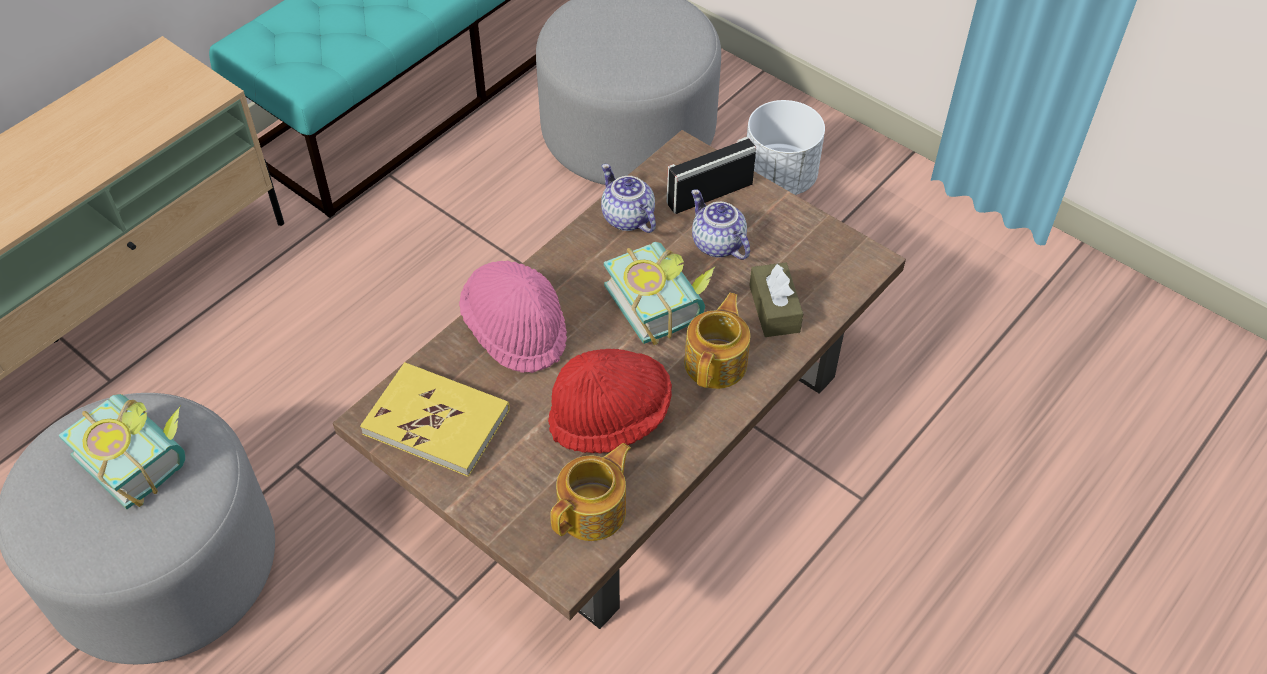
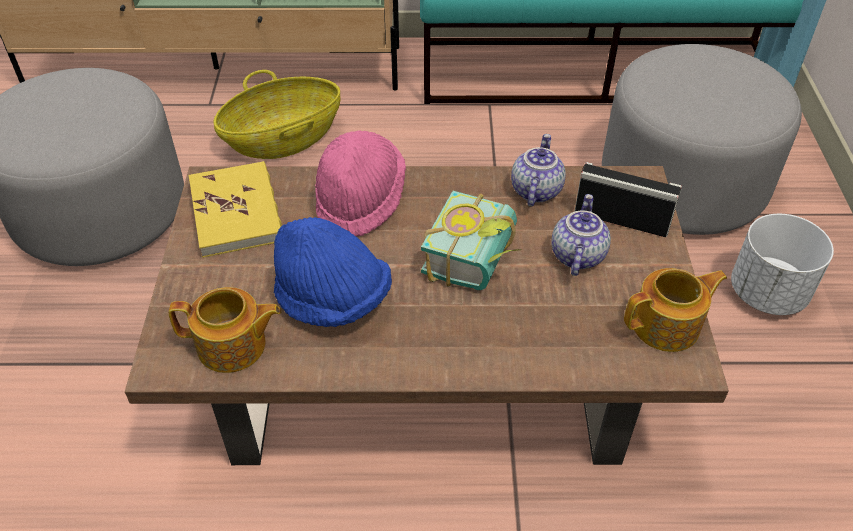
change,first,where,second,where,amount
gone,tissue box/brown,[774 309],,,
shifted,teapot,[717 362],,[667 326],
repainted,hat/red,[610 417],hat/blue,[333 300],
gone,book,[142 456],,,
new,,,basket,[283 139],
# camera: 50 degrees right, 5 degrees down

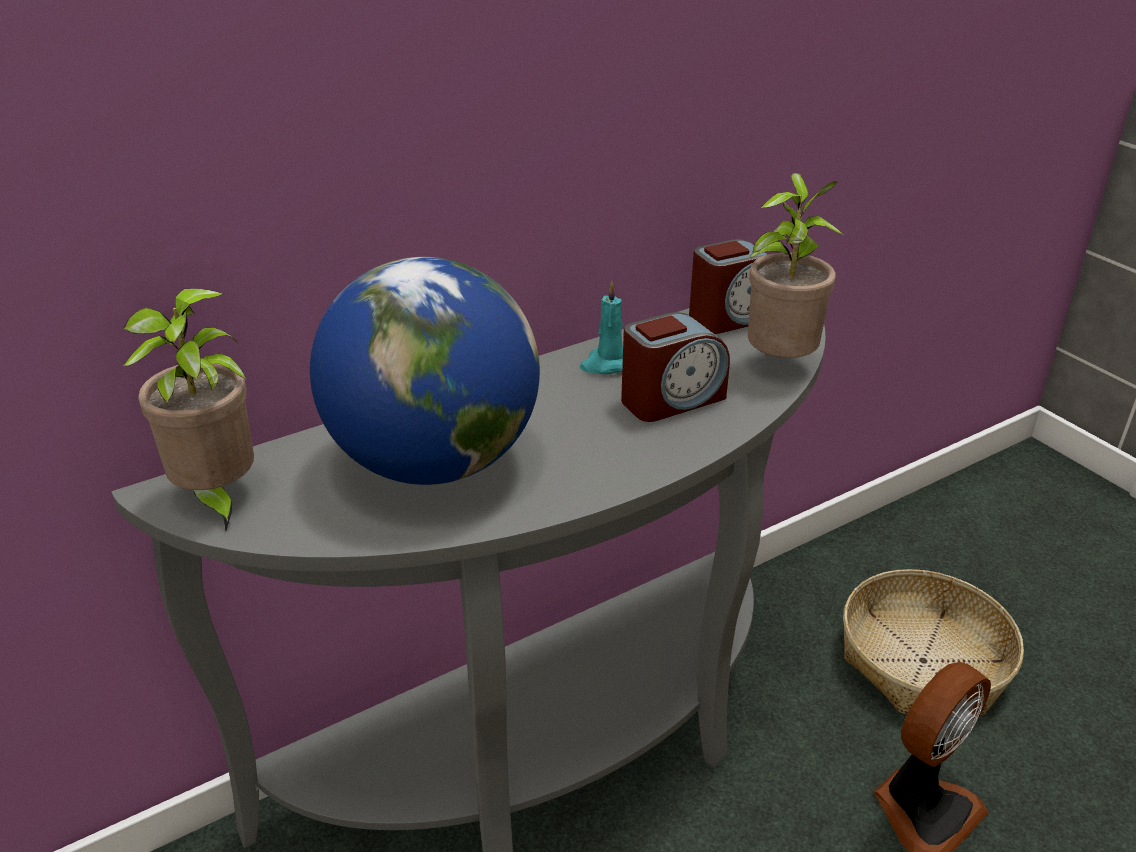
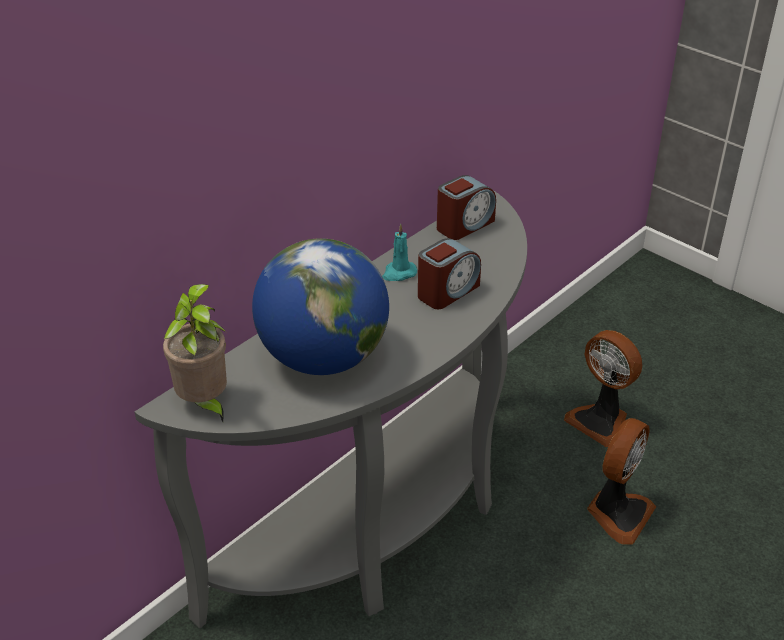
change,first,where,second,where,amount
gone,potted plant,[780 364],,,
swapped,basket,[923 661],fan,[601 421],
# camera: 15 degrees left, 5 degrees up

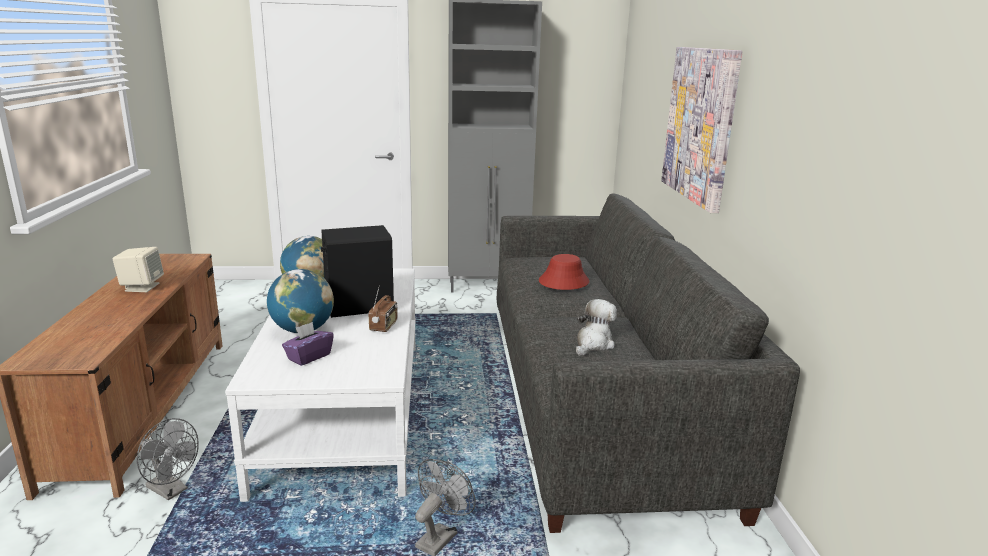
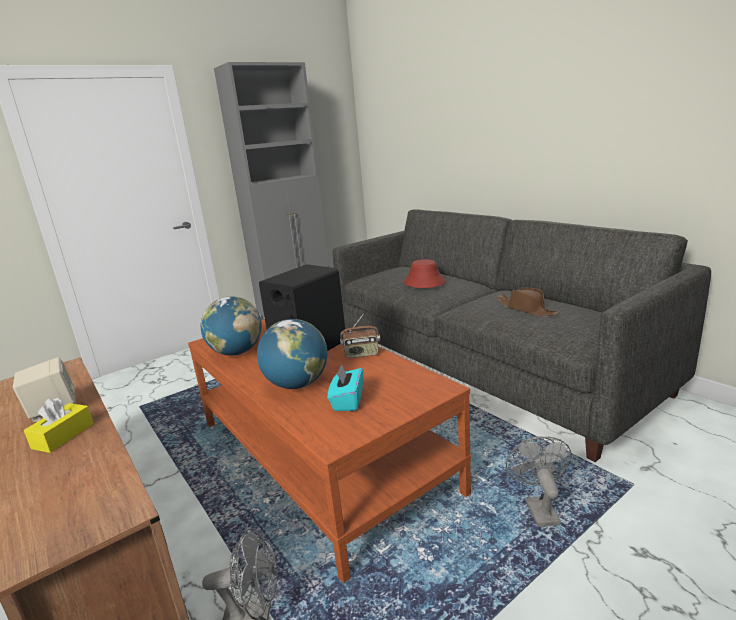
change,first,where,second,where,amount
gone,picture,[700 124],,,
repainted,coffee table/white,[345 411],coffee table/brown,[321 455],
rotated,radio,[384 326],,[361 354],105 degrees clockwise
swapped,plush toy,[593 344],hat/brown,[526 309],
repainted,tissue box/purple,[309 357],tissue box/turquoise,[347 401],
new,,,tissue box/yellow,[63 436],
# camera: 30 degrees left, 0 degrees up

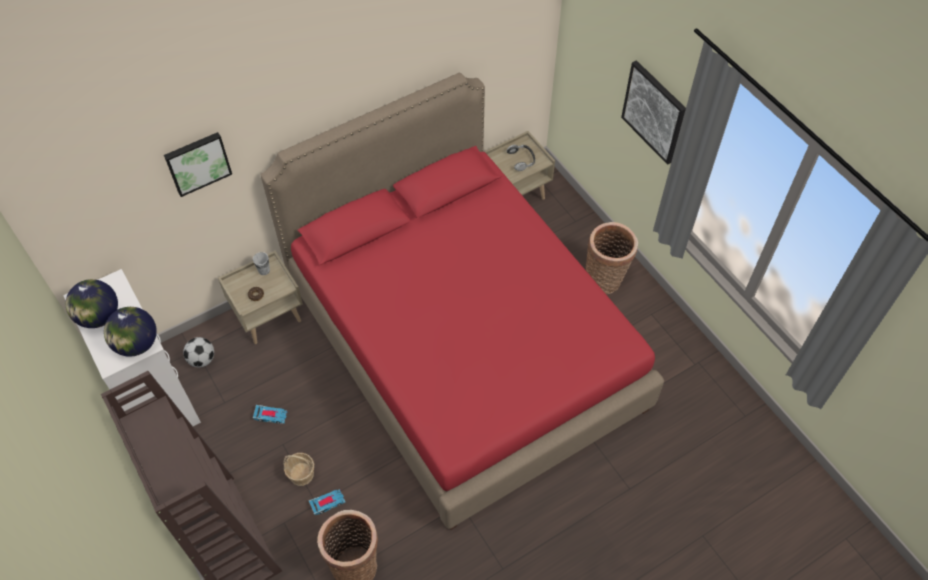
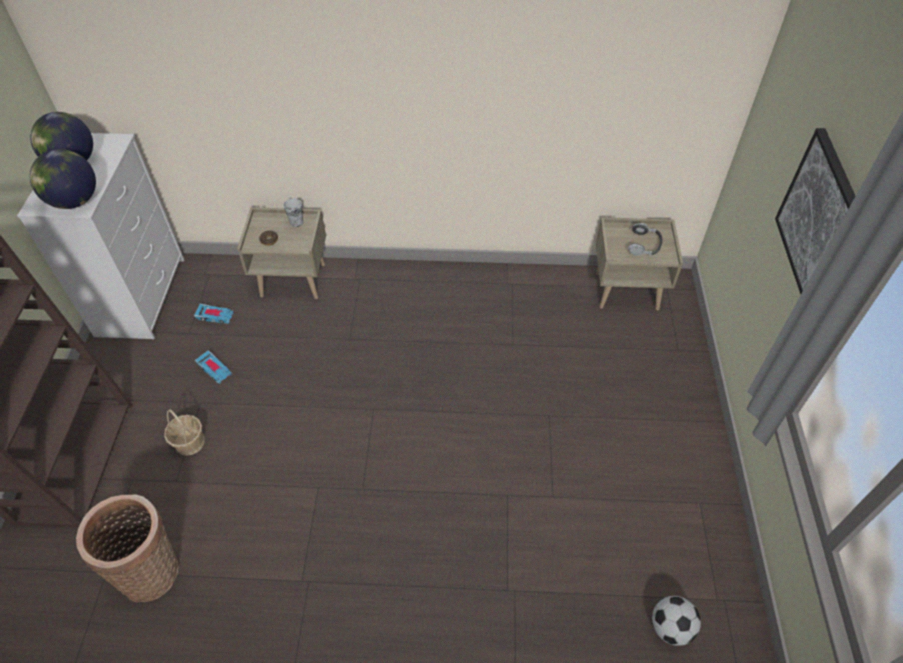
change,first,where,second,where,amount
gone,bed/red,[463 345],,,
gone,picture,[197 162],,,
gone,basket,[605 280],,,
shifted,football,[202 359],,[670 627],
shifted,toy car,[327 502],,[215 316],
# camera: 35 degrees right, 5 degrees down

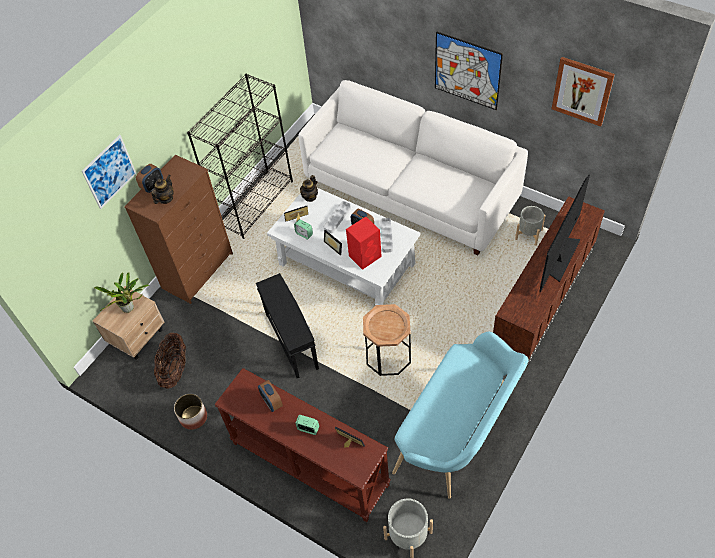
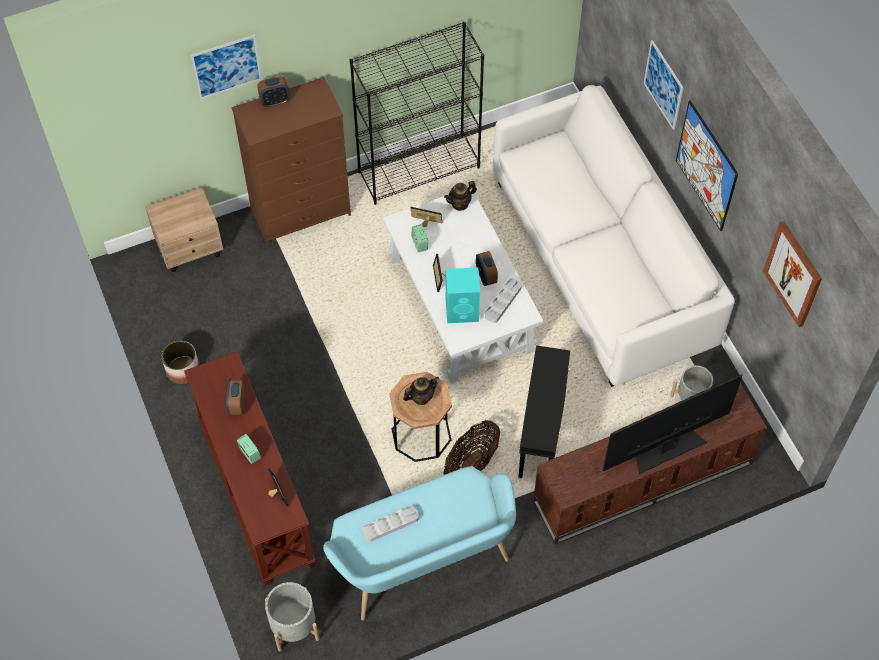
change,first,where,second,where,amount
shifted,teapot,[165 198],,[421 397],
shifted,tray/grey,[337 218],,[390 525],
repainted,speaker/red,[365 256],speaker/turquoise,[463 310],
gone,potted plant,[130 308],,,
shifted,side table/black,[292 340],,[542 432],
shifted,basket,[174 369],,[471 463],
new,,,picture,[663 85],
# camera: 30 degrees right, 5 degrees up

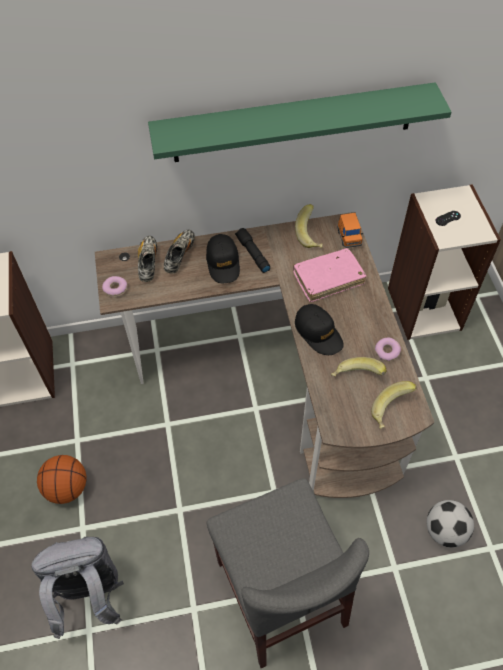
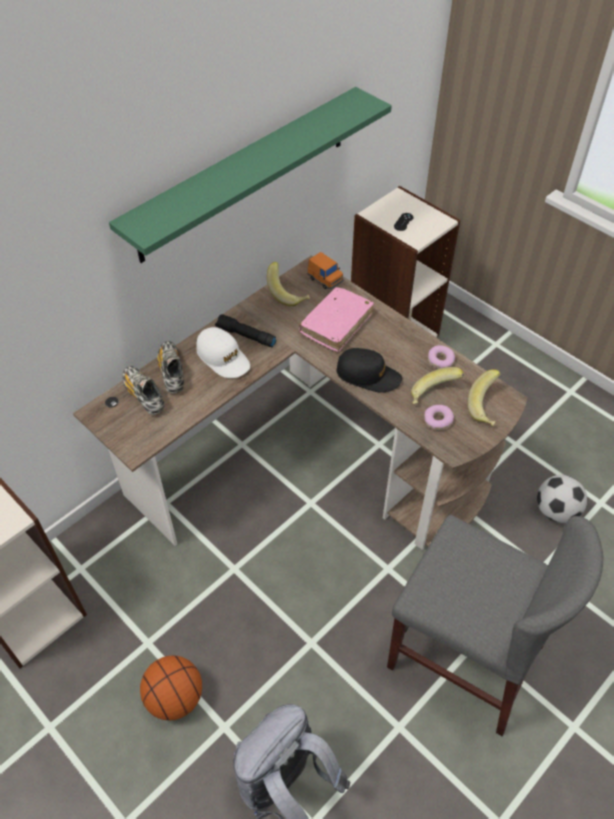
change,first,where,second,where,amount
repainted,cap/black,[223 263],cap/white,[223 358],
shifted,donut,[115 289],,[438 420],
# camera: 35 degrees left, 5 degrees down

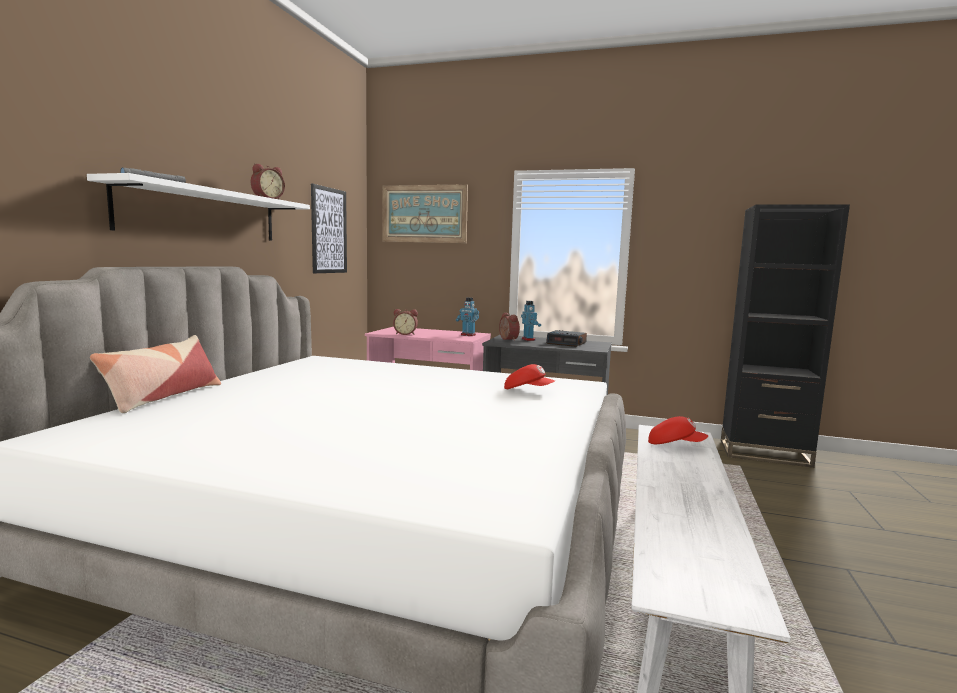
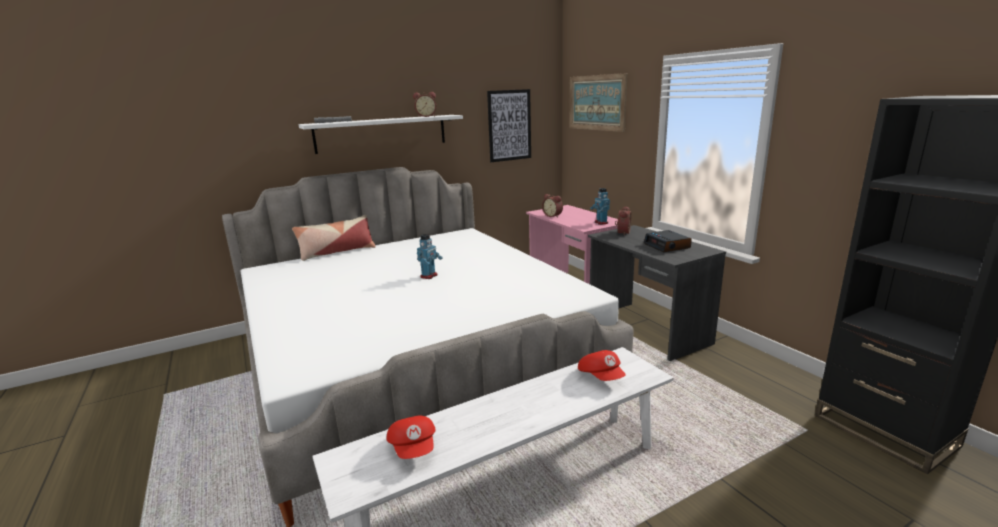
change,first,where,second,where,amount
shifted,toy robot,[528 339],,[429 276],
shifted,cap/red,[528 391],,[414 448],
# camera: 45 degrees right, 10 degrees up

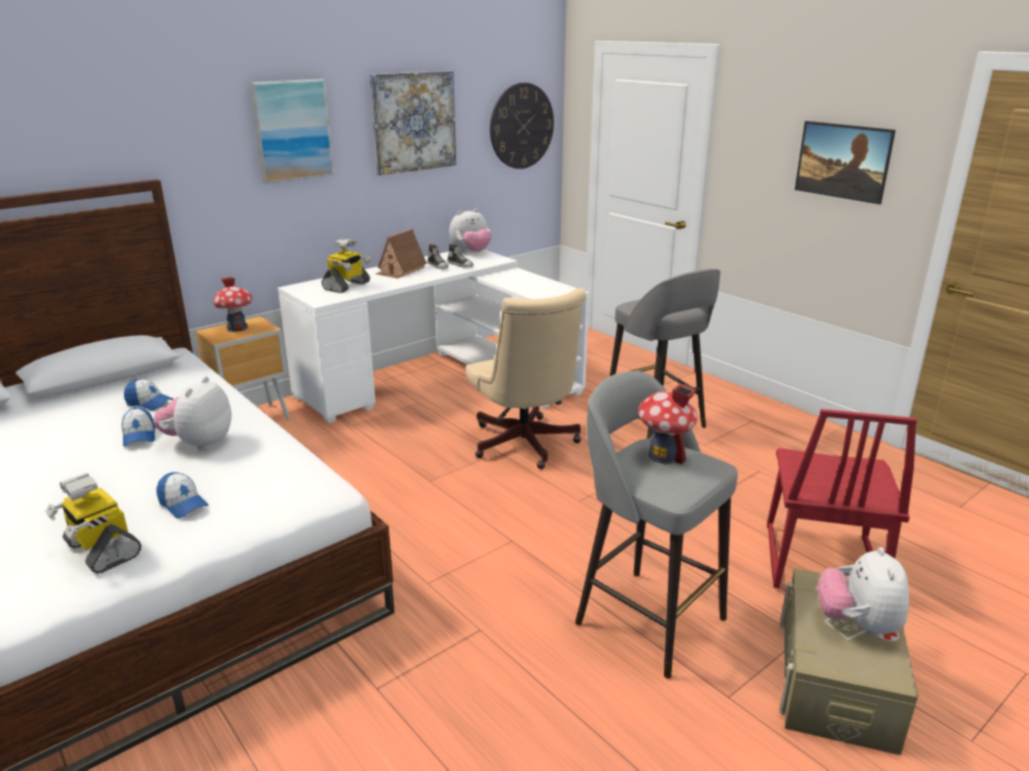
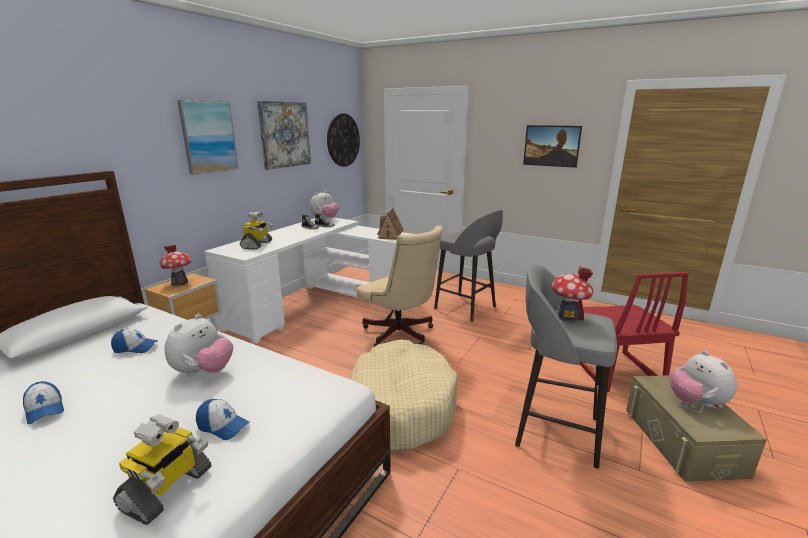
change,first,where,second,where,amount
shifted,toy house,[401 270],,[390 235],
rotated,plush toy,[199 443],,[203 372],150 degrees counterclockwise
shifted,cap,[139 436],,[45 409],
rotated,toy robot,[101 550],,[167 490],90 degrees counterclockwise
new,,,dog bed/beige,[400 405],
# camera: 20 degrees left, 5 degrees down

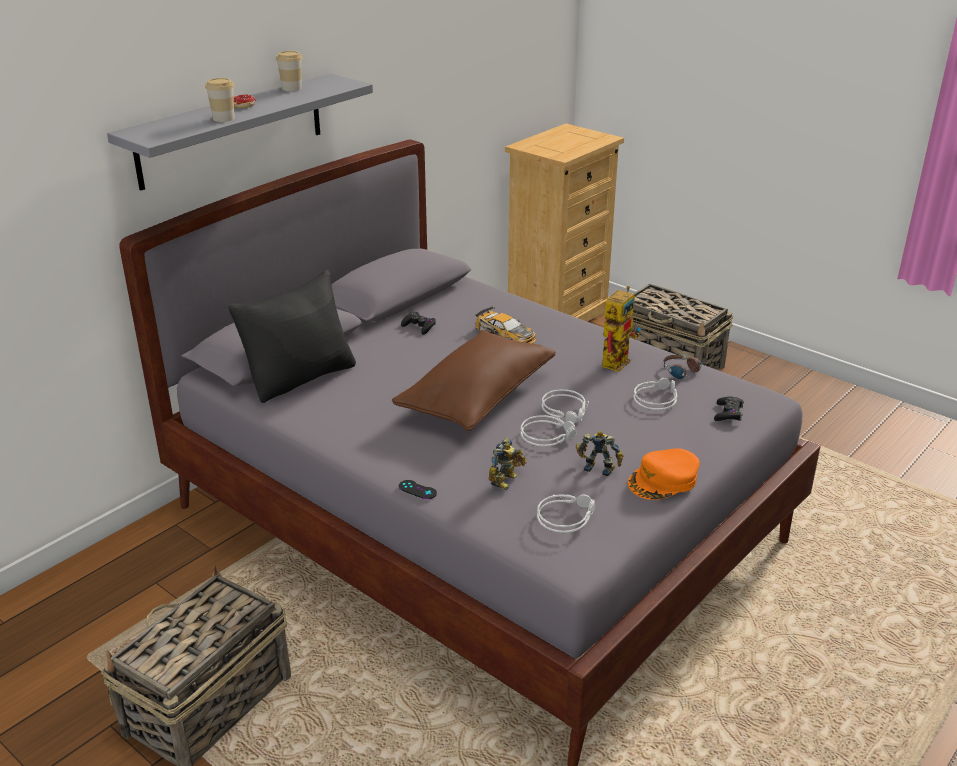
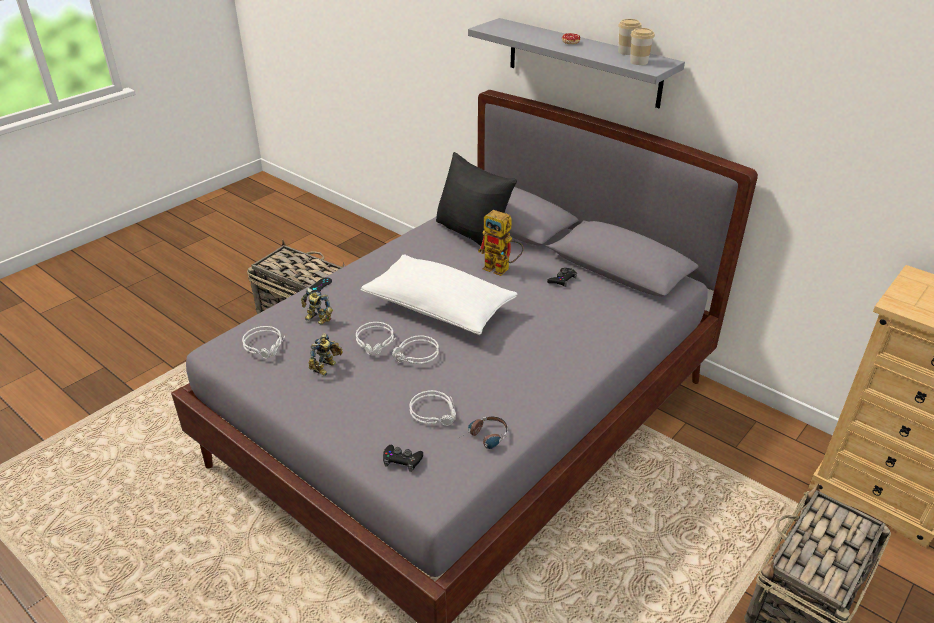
change,first,where,second,where,amount
shifted,cup,[223 118],,[639 62],
shifted,toy robot,[616 360],,[502 269],
gone,toy car,[506 335],,,
repainted,pillow/brown,[476 398],pillow/white,[439 309],
gone,cap/orange,[663 481],,,
# camera: 90 degrees right, 5 degrees up

